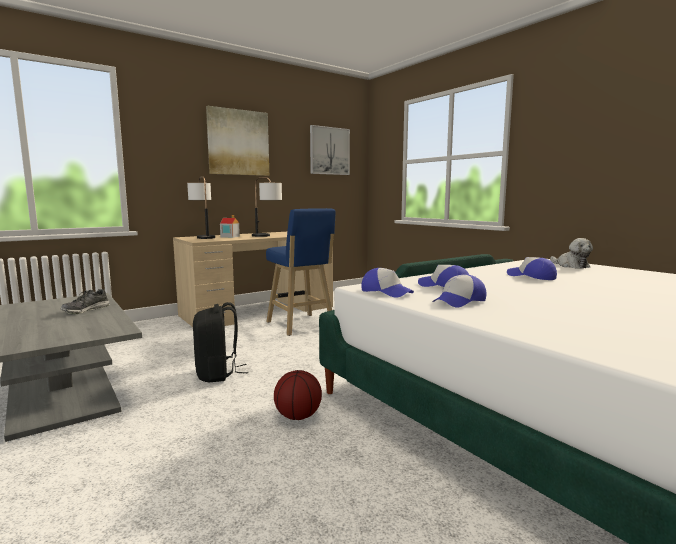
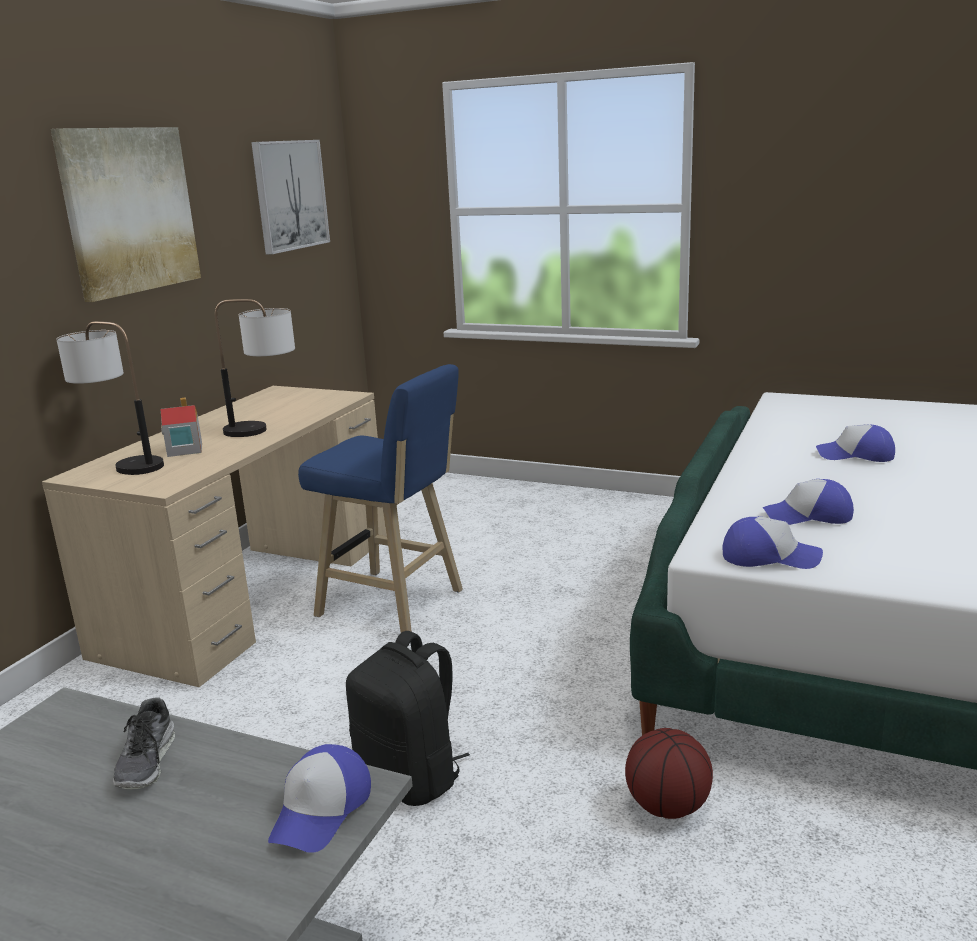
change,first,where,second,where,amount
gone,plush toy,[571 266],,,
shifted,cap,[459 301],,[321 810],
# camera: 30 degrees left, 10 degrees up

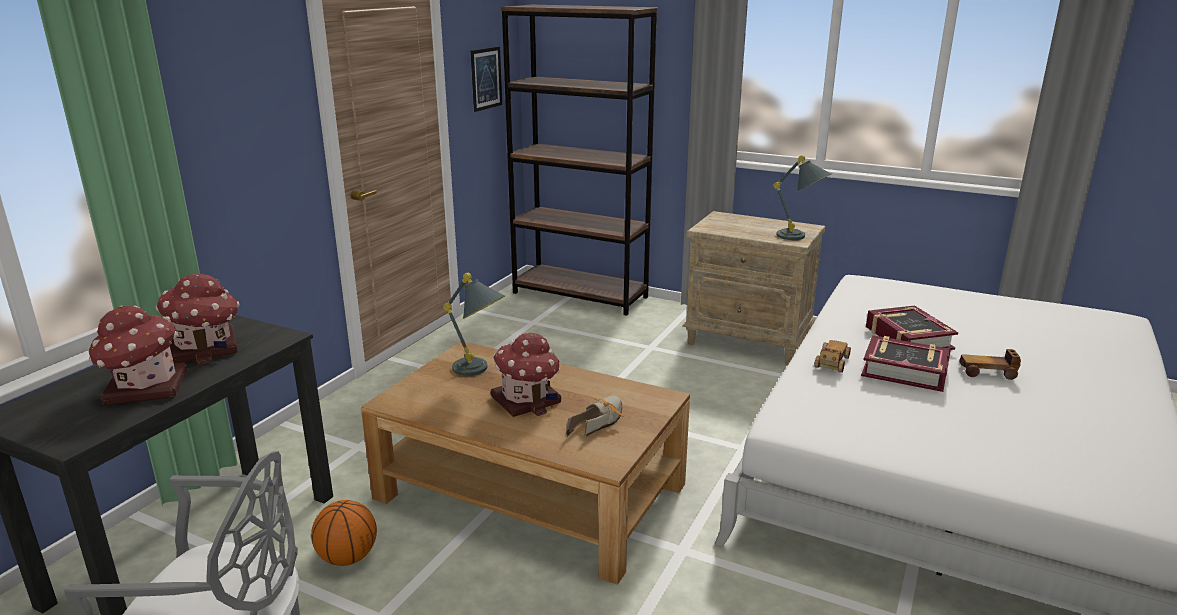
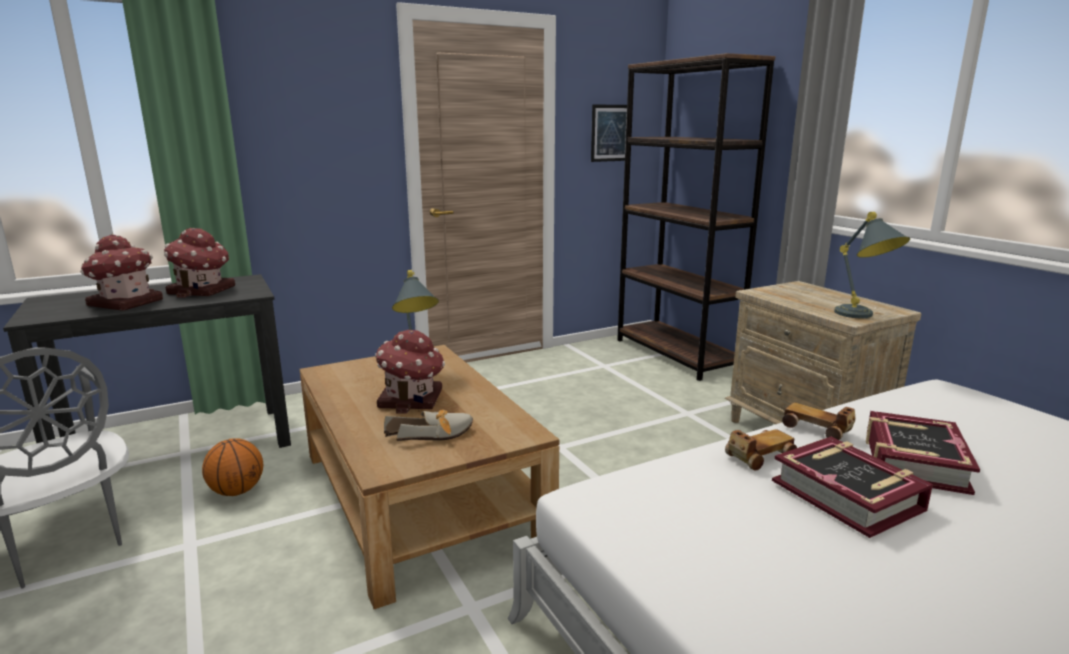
change,first,where,second,where,amount
shifted,toy car,[988 372],,[817 429],
# camera: 35 degrees right, 5 degrees down

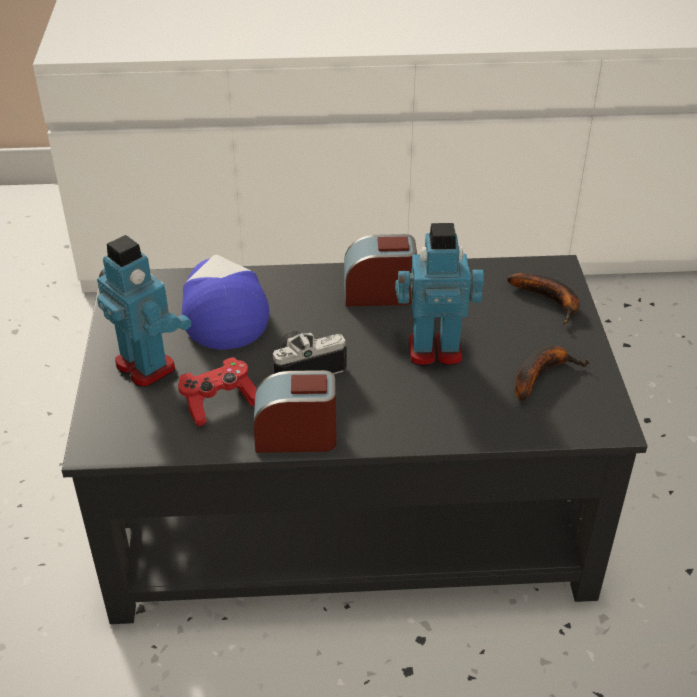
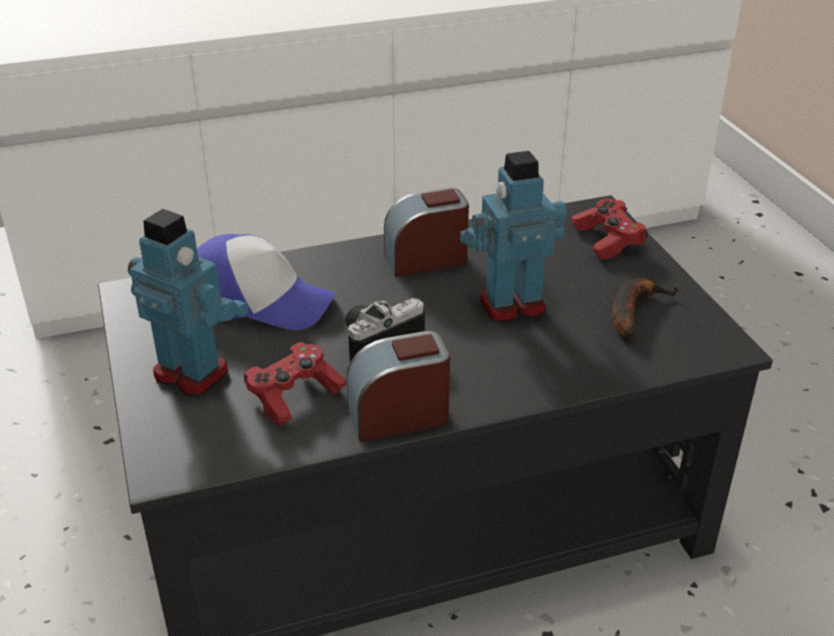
change,first,where,second,where,amount
rotated,cap,[222 309],,[258 300],135 degrees clockwise
swapped,banana,[550 301],game controller/red,[607 240],
# camera: 15 degrees left, 5 degrees down

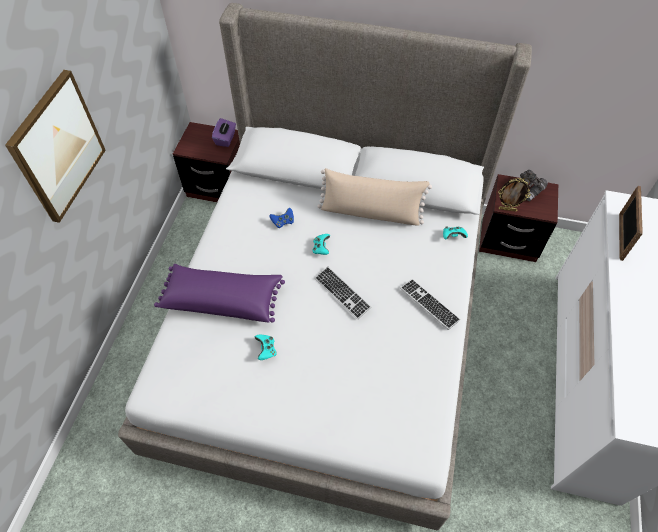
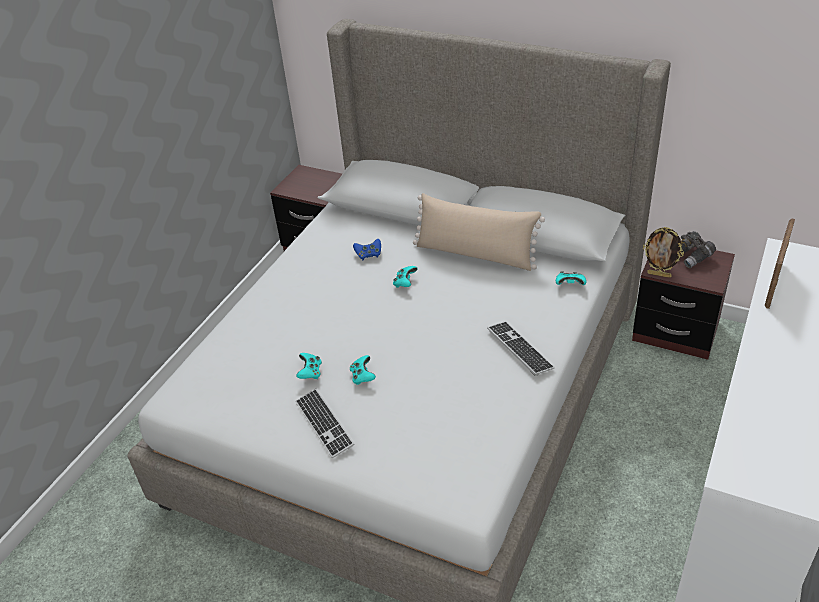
change,first,where,second,where,amount
gone,picture,[57 147],,,
gone,tissue box/purple,[225 139],,,
gone,pillow/purple,[223 299],,,
shifted,keyboard,[342 293],,[324 424],
new,,,game controller/turquoise,[362 376],
# camera: 15 degrees right, 15 degrees down

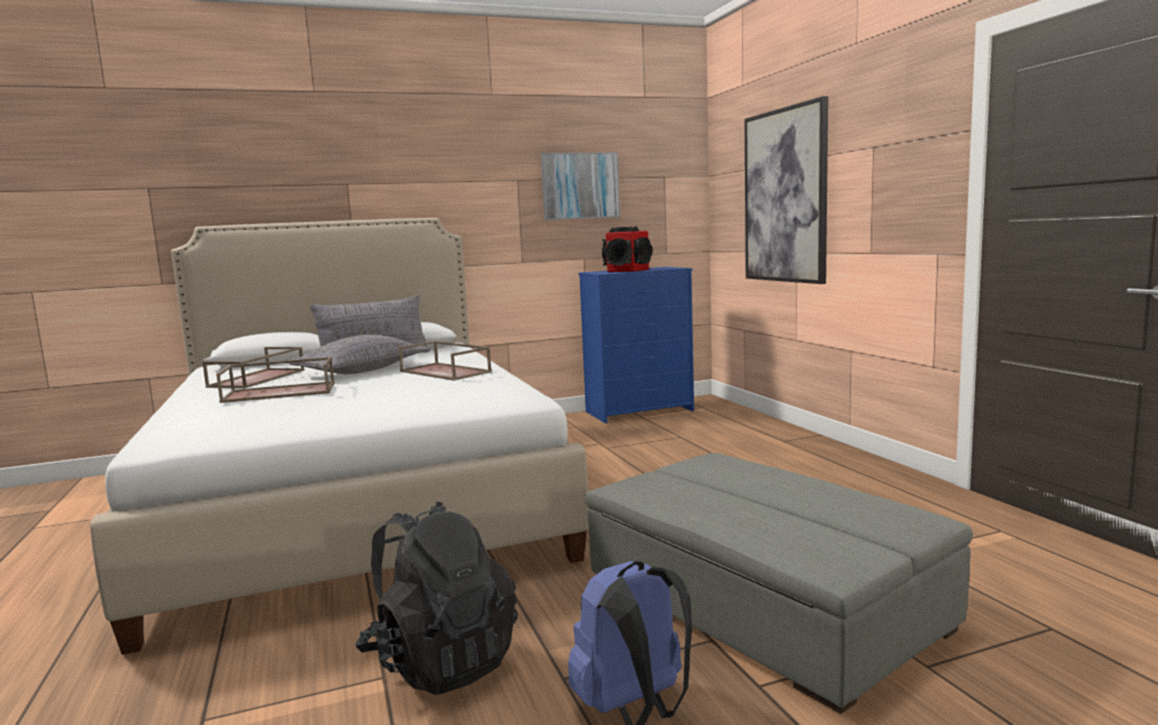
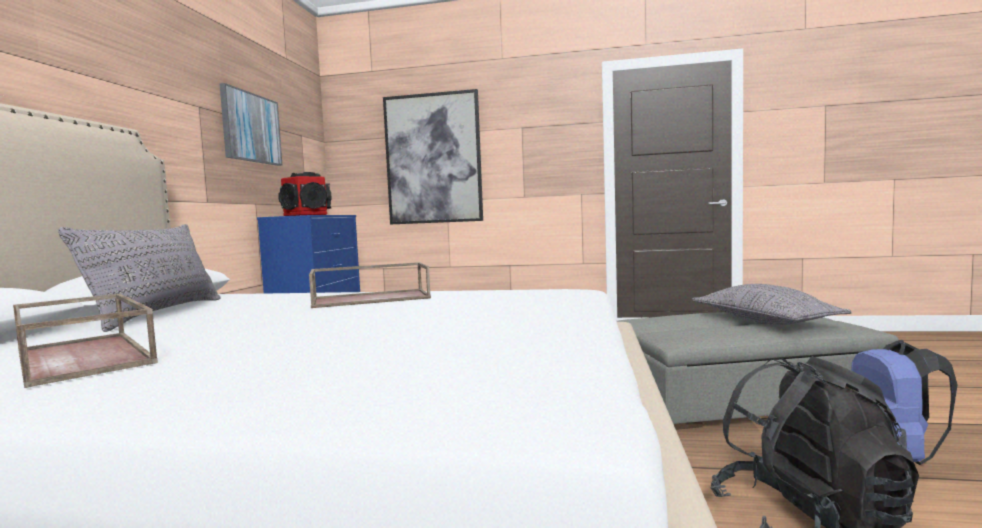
change,first,where,second,where,amount
shifted,pillow/grey,[363 371],,[763 321],
gone,tray/brown,[281 392],,,
# camera: 60 degrees left, 5 degrees down

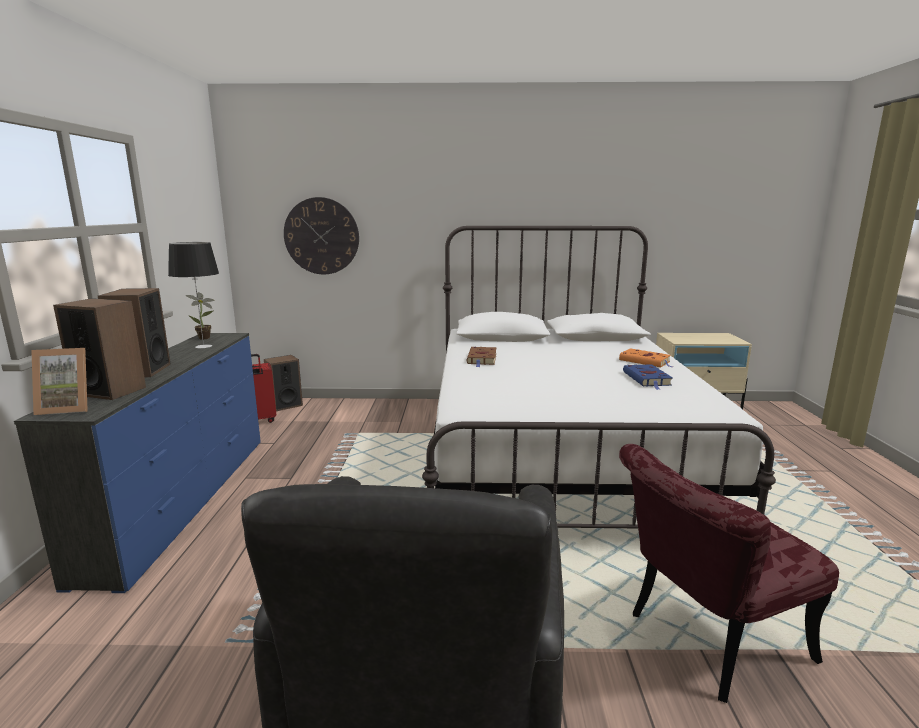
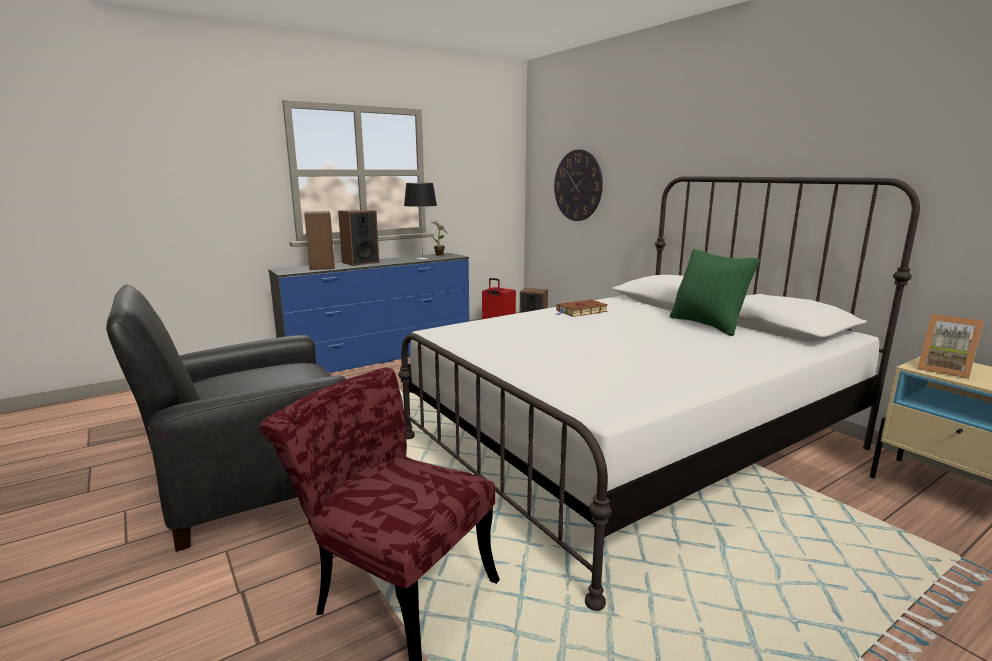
change,first,where,second,where,amount
shifted,picture frame,[68 408],,[943 370],
gone,book/orange,[646 361],,,
gone,book/blue,[647 379],,,
new,,,pillow/green,[707 325],
# camera: 55 degrees right, 0 degrees up

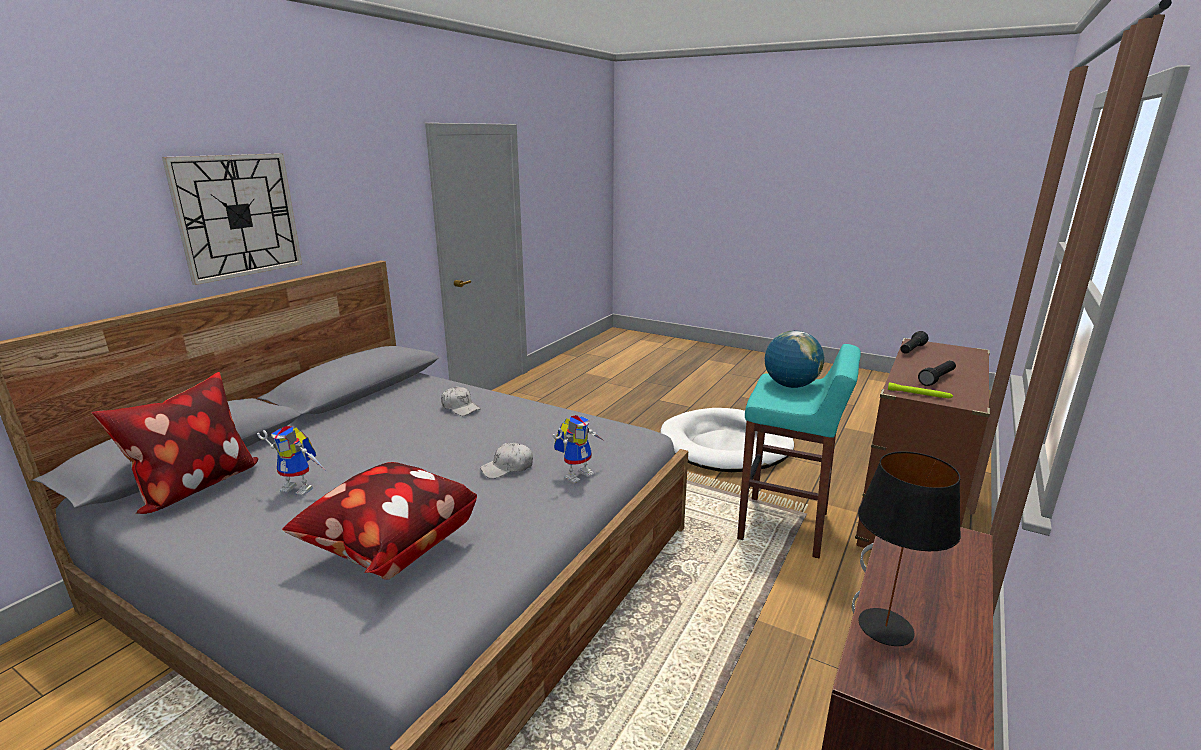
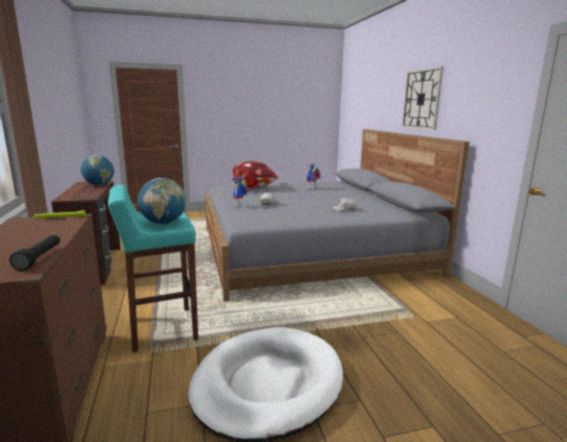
change,first,where,second,where,amount
gone,flashlight/black,[937 379],,,
gone,pillow,[195 487],,,
swapped,table lamp/black,[885 627],globe,[99 185],
# camera: 135 degrees right, 5 degrees down

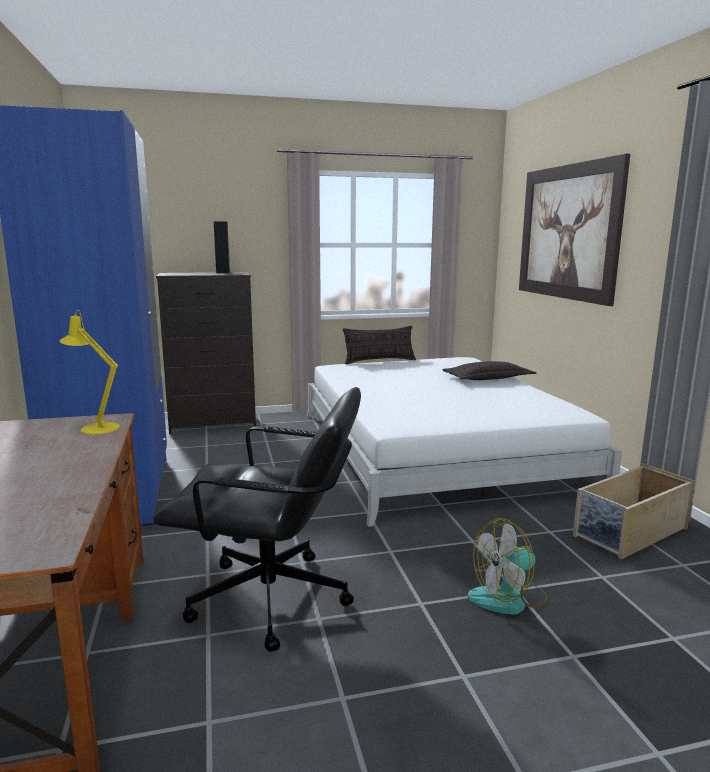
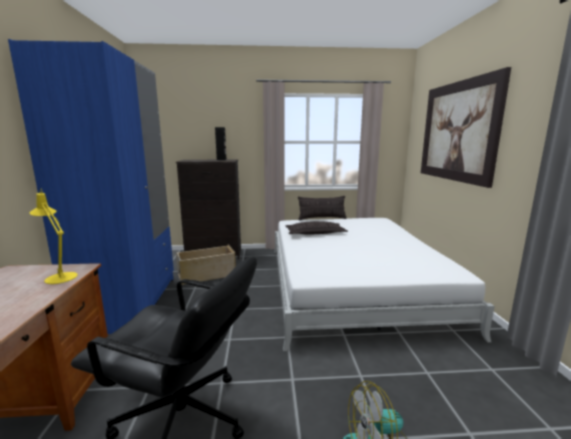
change,first,where,second,where,amount
shifted,pillow,[488 378],,[315 233],
shifted,storage box/beige,[629 533],,[206 275],
# camera: 10 degrees right, 0 degrees up

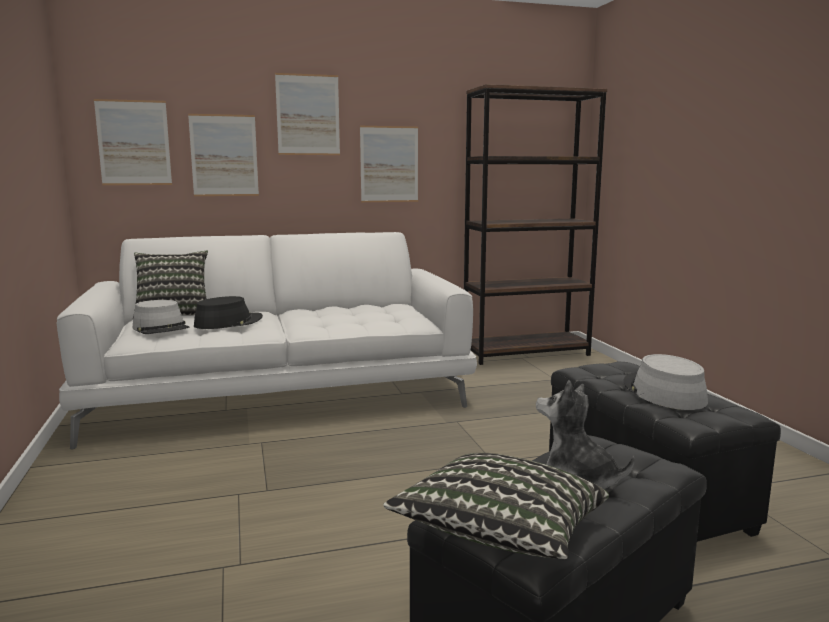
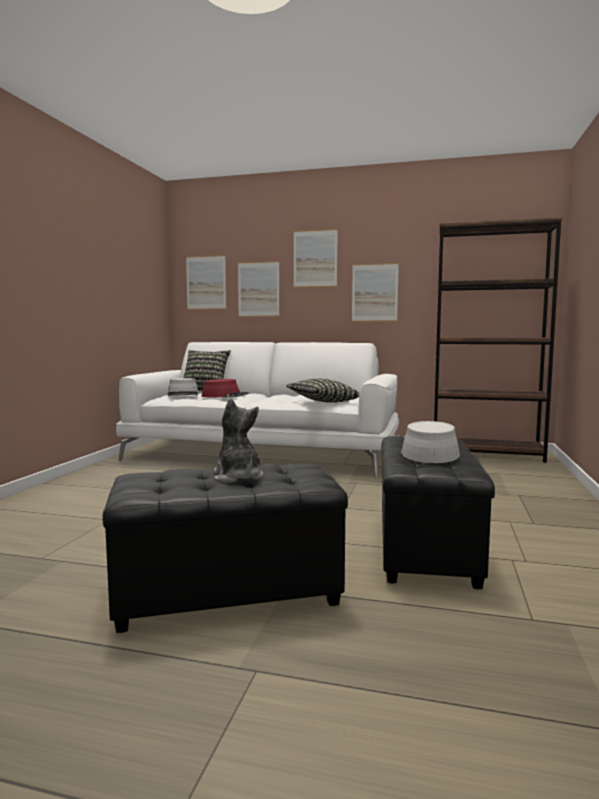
change,first,where,second,where,amount
repainted,hat/black,[228 322],hat/red,[225 395],
shifted,pillow,[500 535],,[322 402],
# camera: 30 degrees right, 5 degrees down

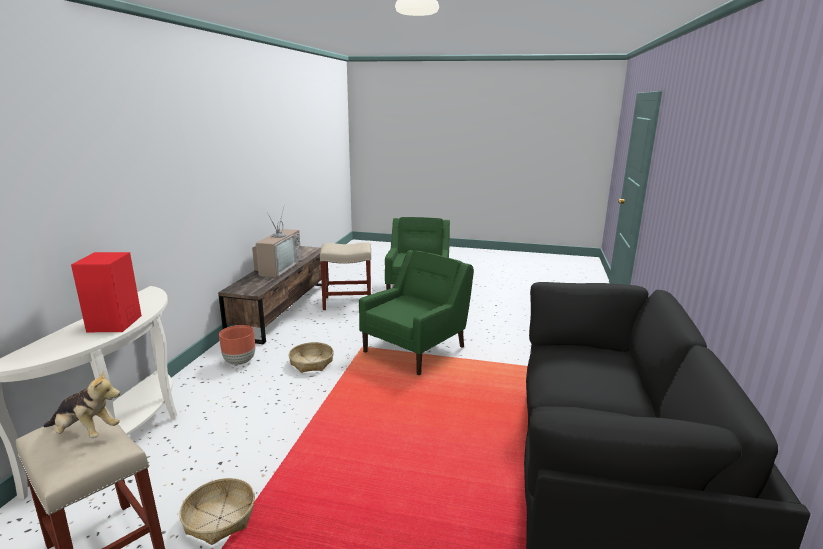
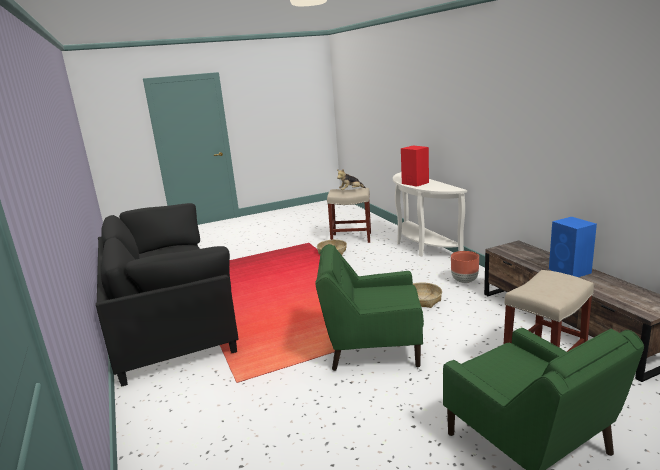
change,first,where,second,where,amount
swapped,television,[277 267],speaker/blue,[570 271],
rotated,armchair/green,[416 349],,[371 346],90 degrees clockwise
# camera: 145 degrees right, 0 degrees up

